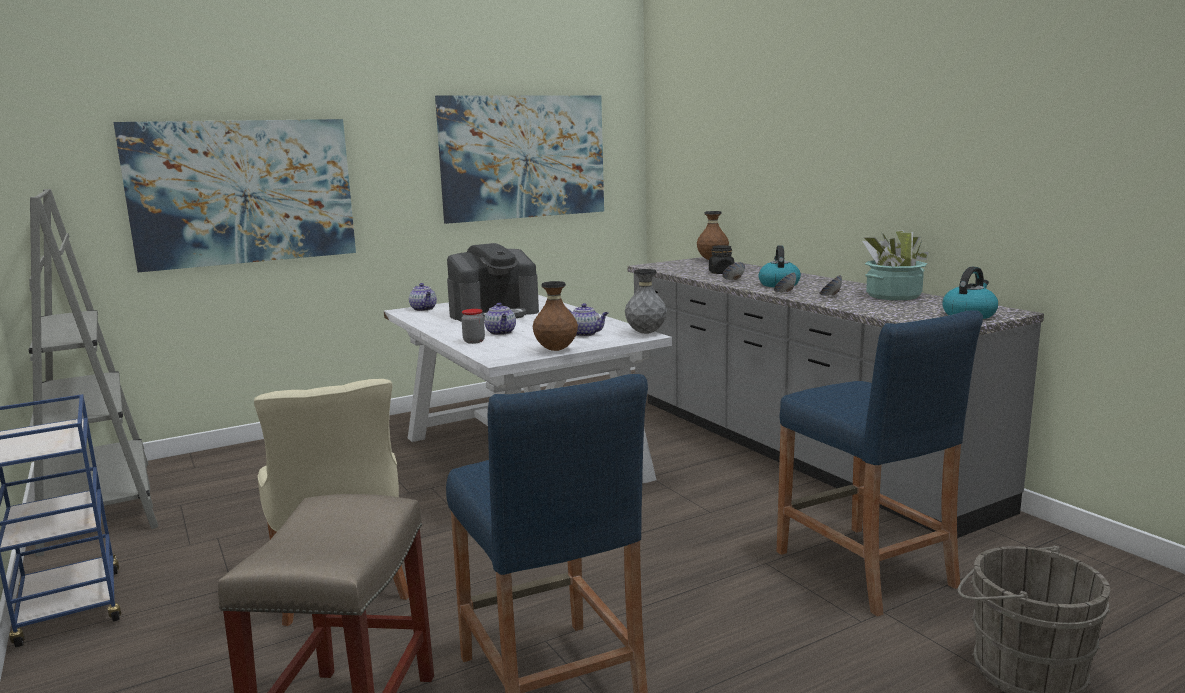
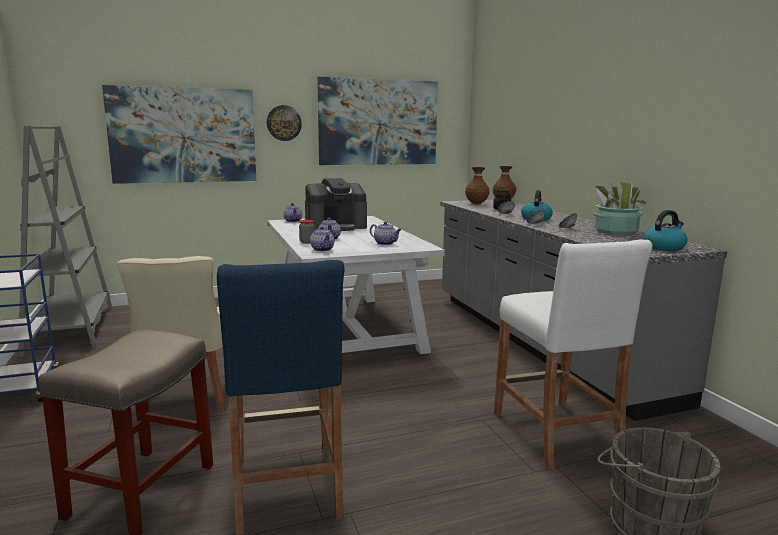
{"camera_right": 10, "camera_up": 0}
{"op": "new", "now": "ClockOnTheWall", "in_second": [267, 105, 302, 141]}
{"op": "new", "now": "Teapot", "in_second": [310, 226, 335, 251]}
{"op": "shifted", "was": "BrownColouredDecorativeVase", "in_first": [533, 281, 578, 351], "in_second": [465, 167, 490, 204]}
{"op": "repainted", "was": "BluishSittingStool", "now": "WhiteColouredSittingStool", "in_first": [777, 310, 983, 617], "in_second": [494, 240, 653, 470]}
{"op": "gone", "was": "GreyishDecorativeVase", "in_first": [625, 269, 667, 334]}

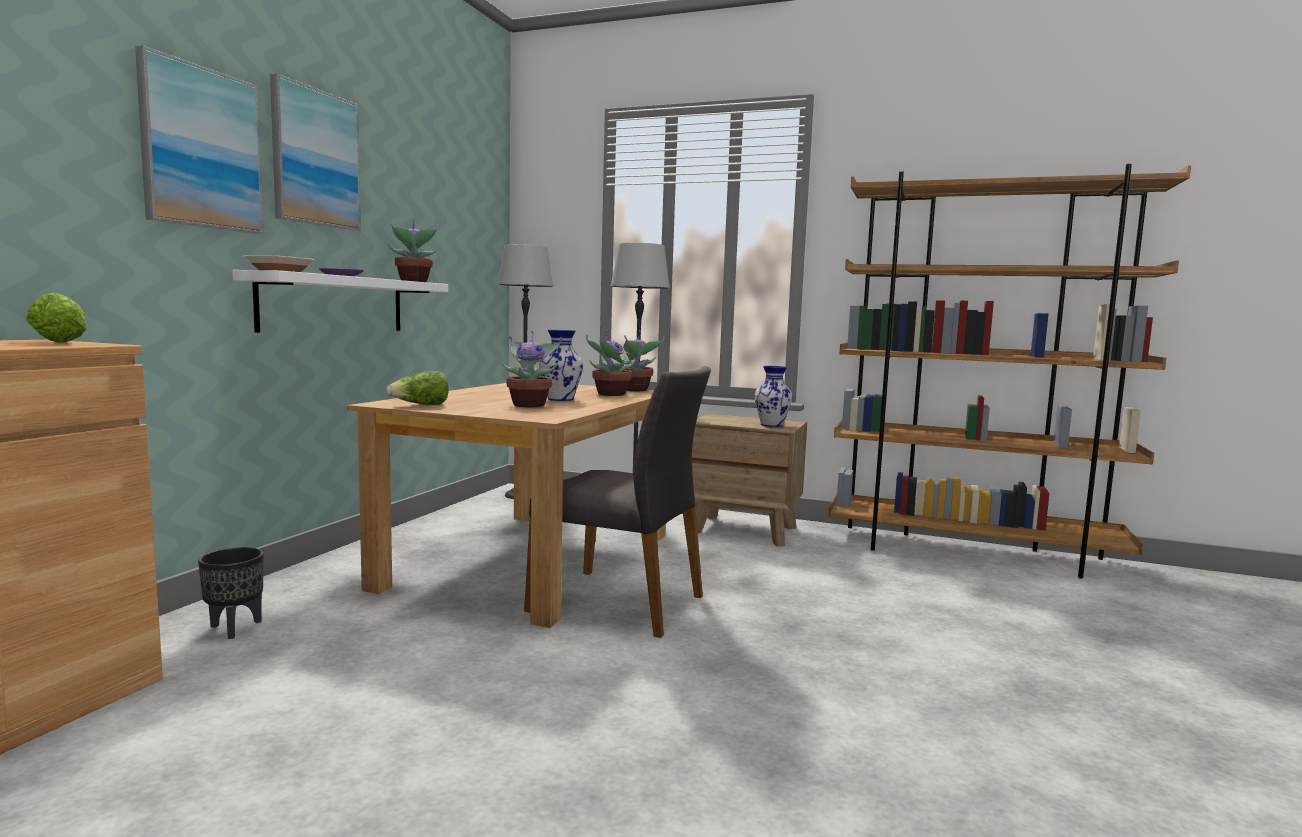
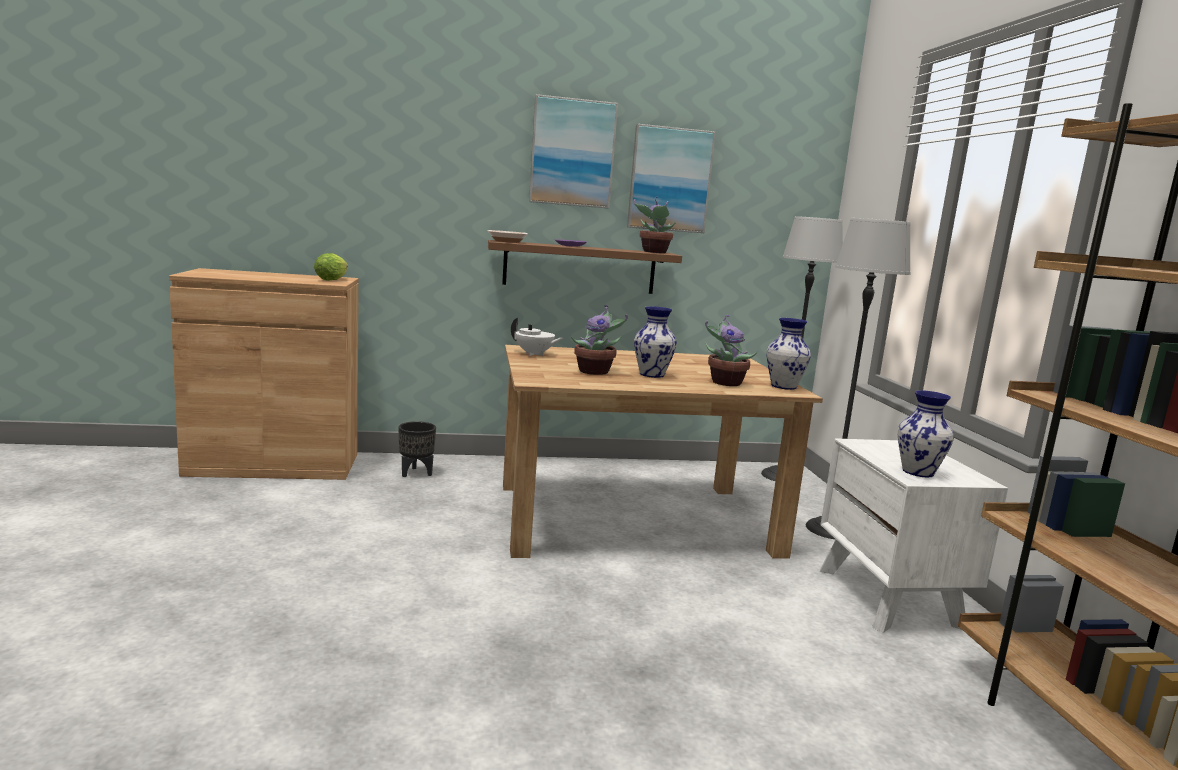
{"camera_right": 60, "camera_up": 5}
{"op": "repainted", "was": "WhiteColouredBracketShelf", "now": "BrownColouredBracketShelf", "in_first": [232, 270, 448, 333], "in_second": [488, 240, 682, 294]}
{"op": "swapped", "was": "HeadOfLettuce", "now": "WhiteColouredTeapot", "in_first": [386, 371, 448, 405], "in_second": [511, 318, 563, 356]}
{"op": "shifted", "was": "WallArt", "in_first": [135, 45, 264, 234], "in_second": [627, 124, 716, 233]}
{"op": "swapped", "was": "PottedPlant", "now": "DecorativeVase", "in_first": [622, 330, 665, 391], "in_second": [766, 318, 811, 390]}
{"op": "repainted", "was": "BrownColouredBedsideTable", "now": "WhiteColouredBedsideTable", "in_first": [692, 414, 807, 547], "in_second": [820, 438, 1008, 633]}
{"op": "gone", "was": "GreyishPlainChair", "in_first": [524, 366, 711, 638]}

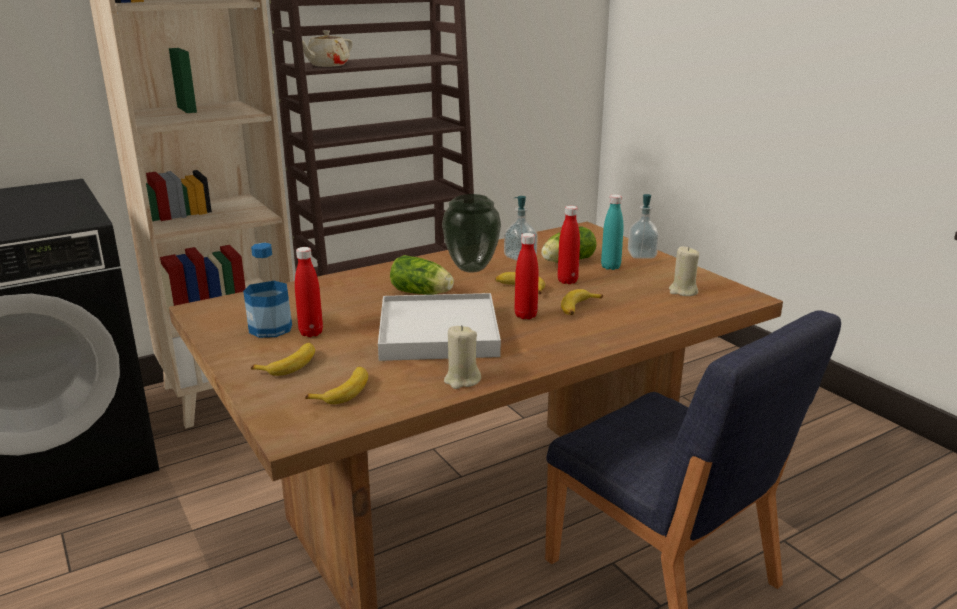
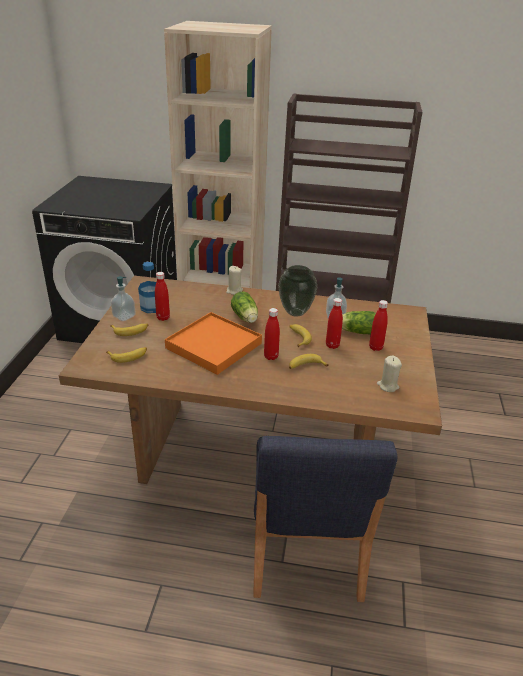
{"camera_right": 40, "camera_up": 10}
{"op": "shifted", "was": "SoapBottle", "in_first": [628, 194, 659, 259], "in_second": [111, 276, 136, 321]}
{"op": "repainted", "was": "WhiteColouredTray", "now": "OrangeTray", "in_first": [378, 293, 501, 361], "in_second": [165, 312, 262, 375]}
{"op": "shifted", "was": "SandColouredWaxCandle", "in_first": [444, 325, 481, 389], "in_second": [226, 266, 243, 295]}
{"op": "repainted", "was": "BlueGreenBottle", "now": "RedBottle", "in_first": [601, 194, 624, 270], "in_second": [369, 300, 388, 351]}
{"op": "gone", "was": "SandColouredTeapot", "in_first": [302, 30, 353, 67]}

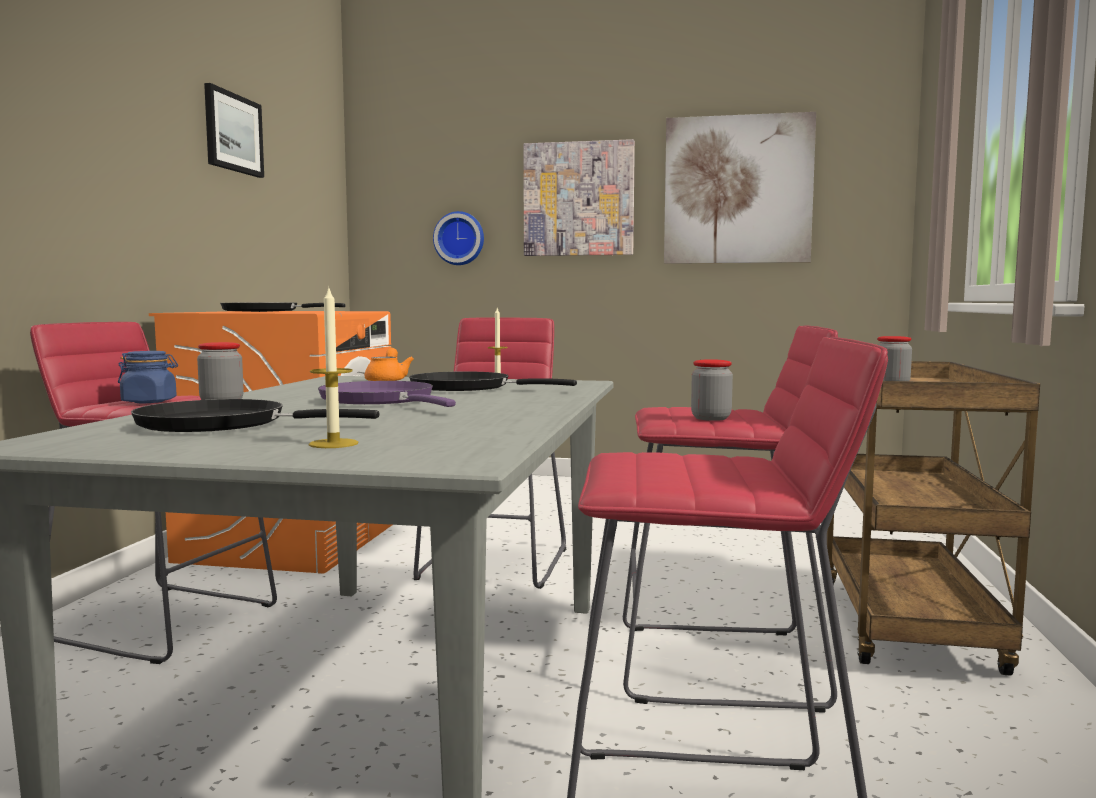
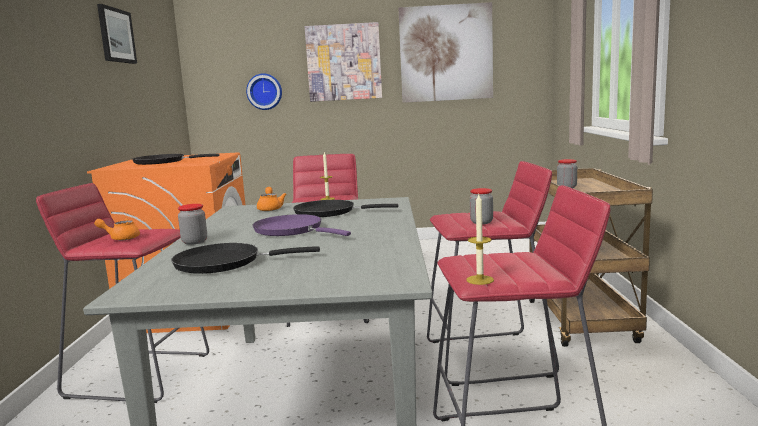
{"camera_right": -10, "camera_up": 5}
{"op": "swapped", "was": "BluishJar", "now": "OrangeTeapot", "in_first": [118, 351, 178, 403], "in_second": [94, 218, 140, 240]}
{"op": "shifted", "was": "WaxCandle", "in_first": [309, 286, 358, 448], "in_second": [466, 194, 494, 285]}

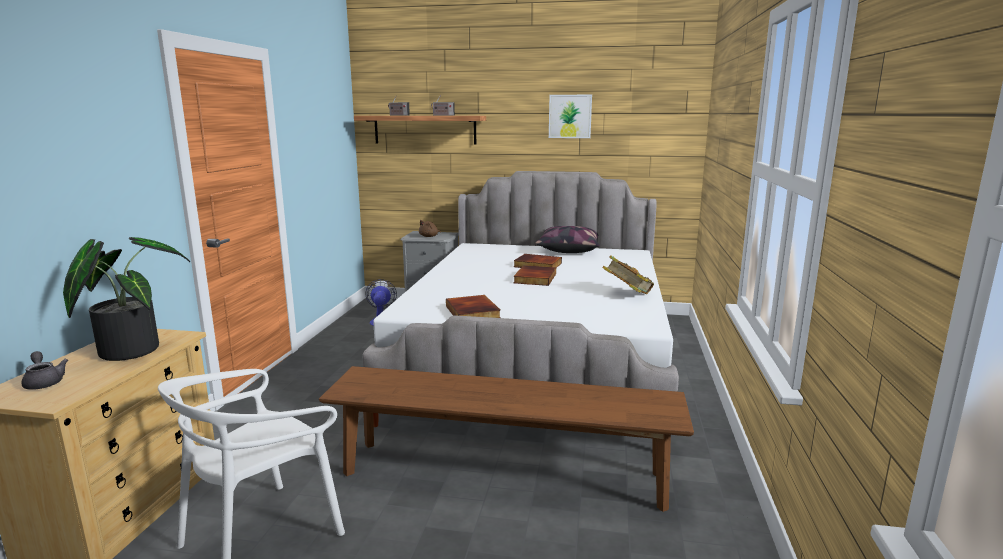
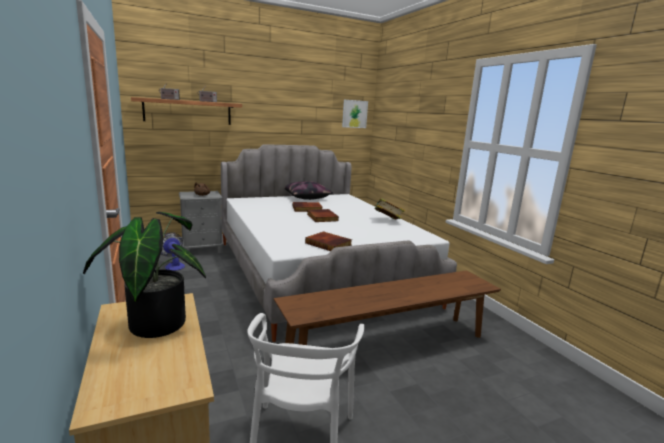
{"camera_right": -35, "camera_up": 0}
{"op": "shifted", "was": "WallArt", "in_first": [549, 95, 592, 138], "in_second": [342, 100, 368, 128]}
{"op": "gone", "was": "GreyishTeapot", "in_first": [21, 351, 68, 390]}

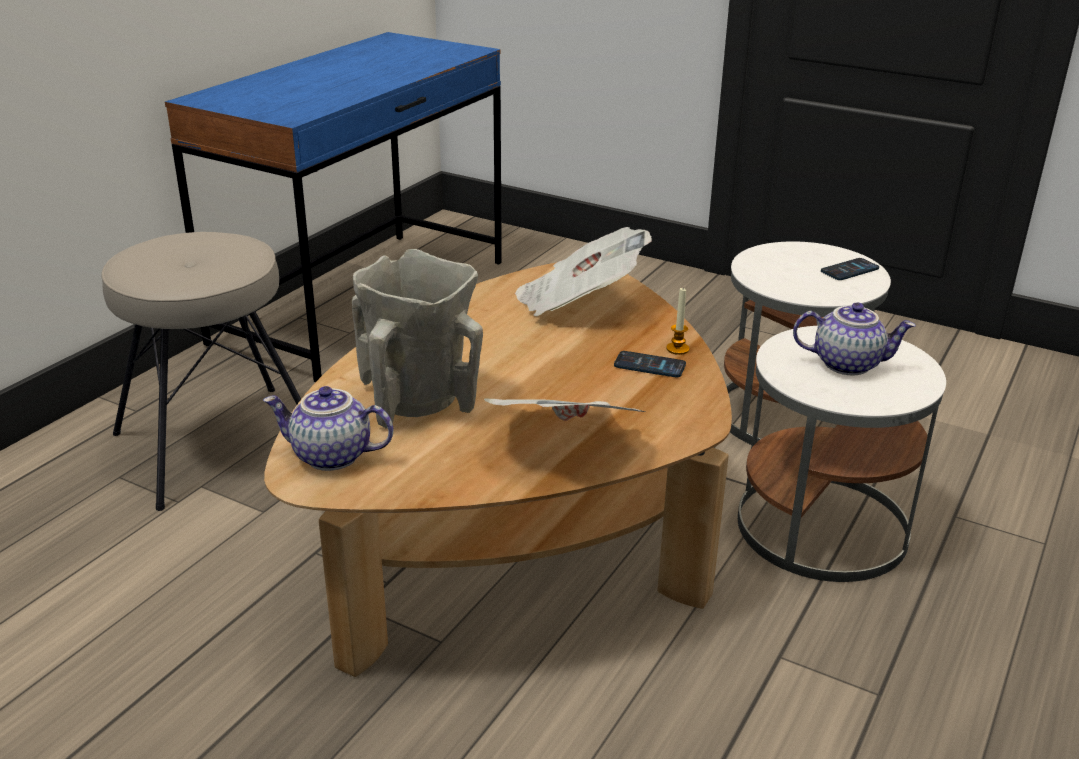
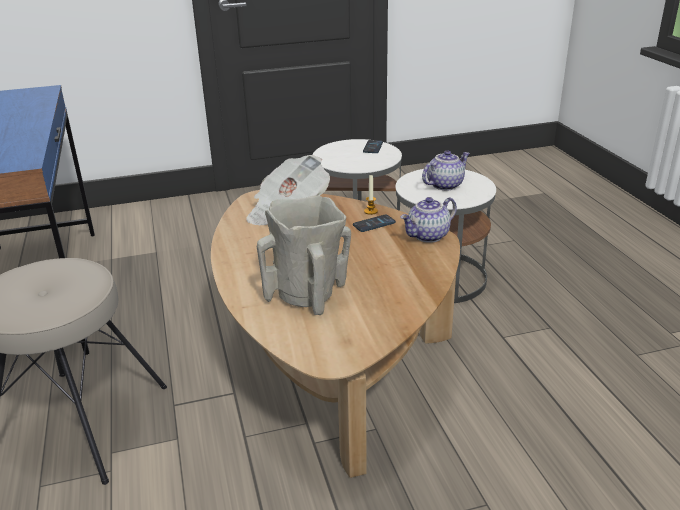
{"camera_right": -45, "camera_up": 0}
{"op": "shifted", "was": "Teapot", "in_first": [263, 386, 393, 471], "in_second": [400, 197, 457, 243]}
{"op": "gone", "was": "DailyPaper", "in_first": [484, 399, 645, 421]}

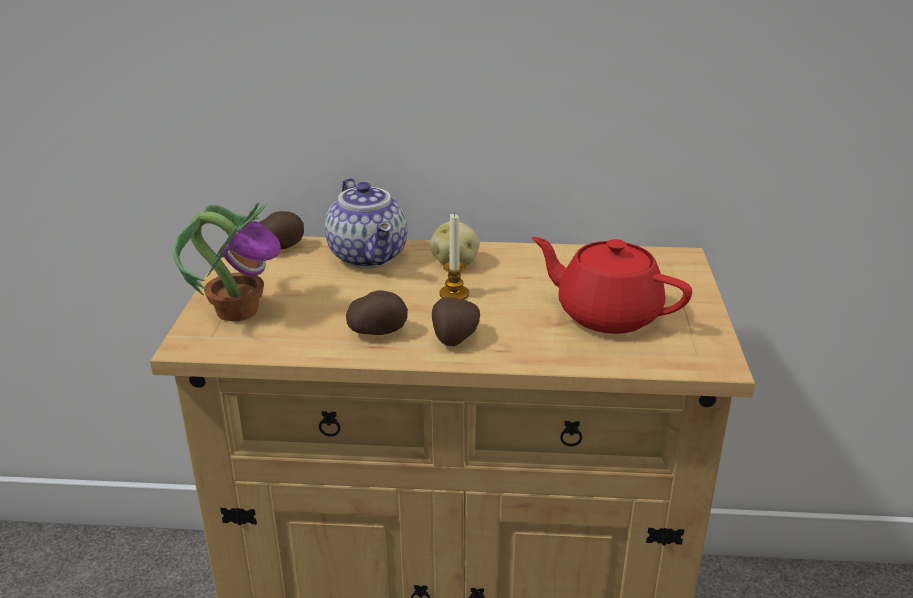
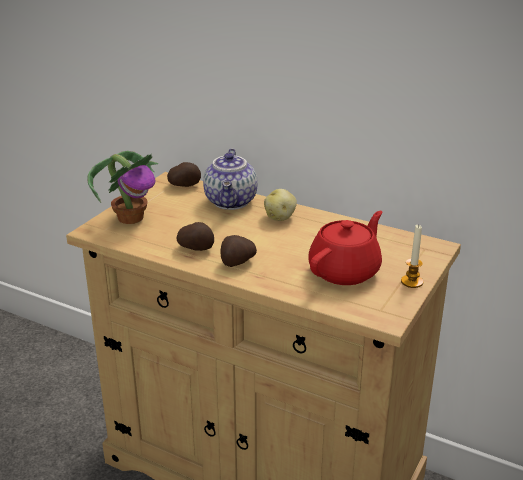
{"camera_right": 25, "camera_up": 0}
{"op": "rotated", "was": "RedTeapot", "in_first": [532, 237, 692, 334], "in_second": [308, 211, 383, 285], "clockwise": 75}
{"op": "shifted", "was": "WaxCandle", "in_first": [439, 212, 469, 300], "in_second": [401, 225, 424, 288]}

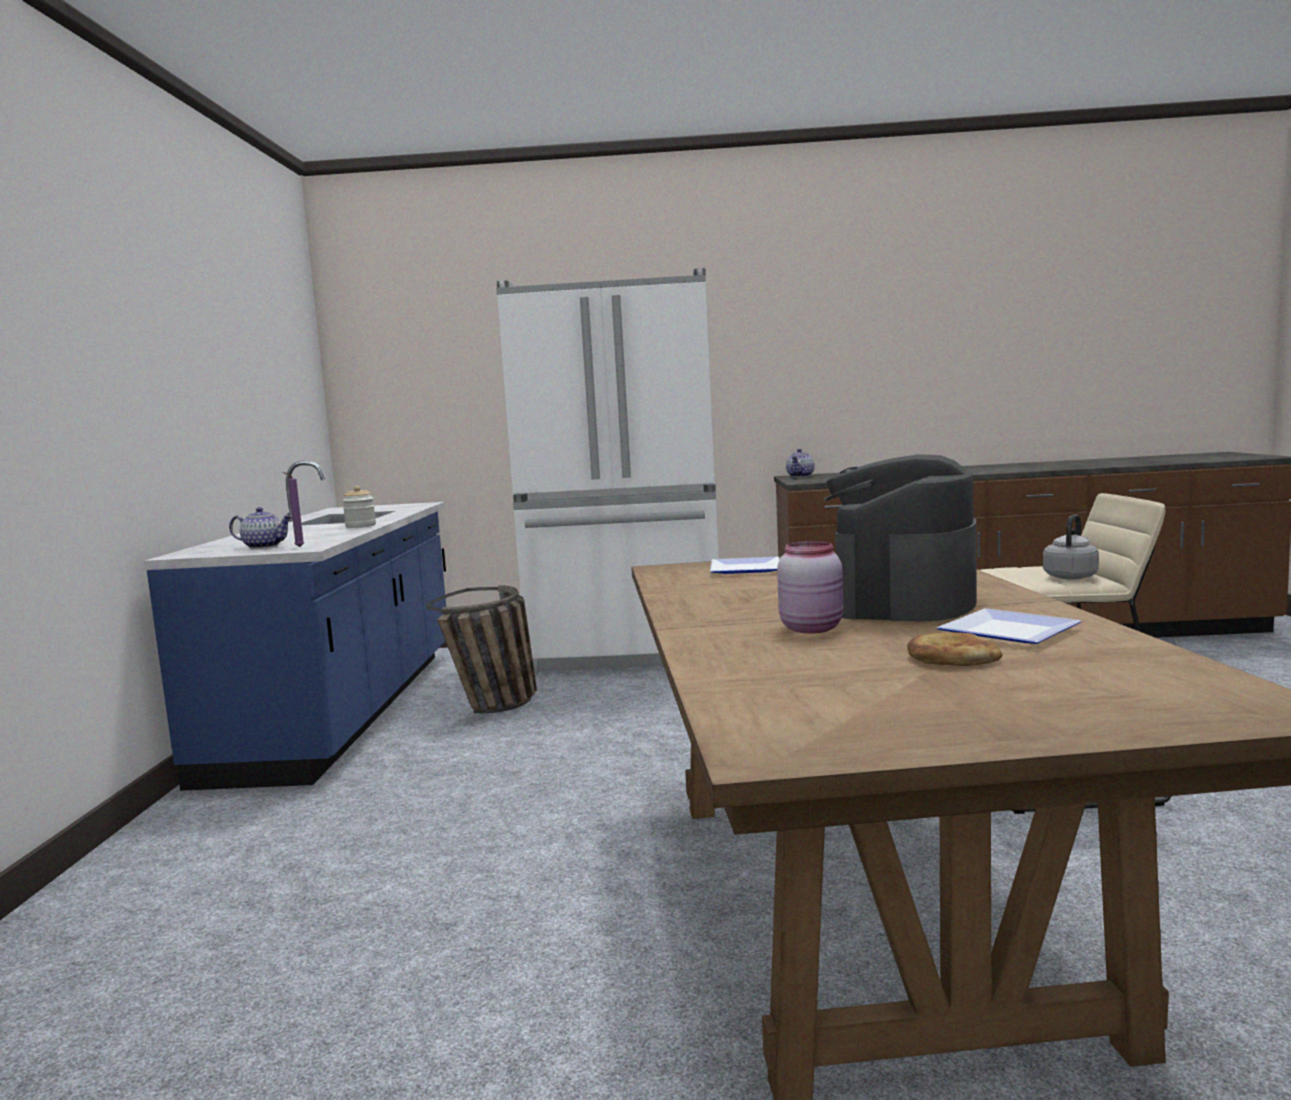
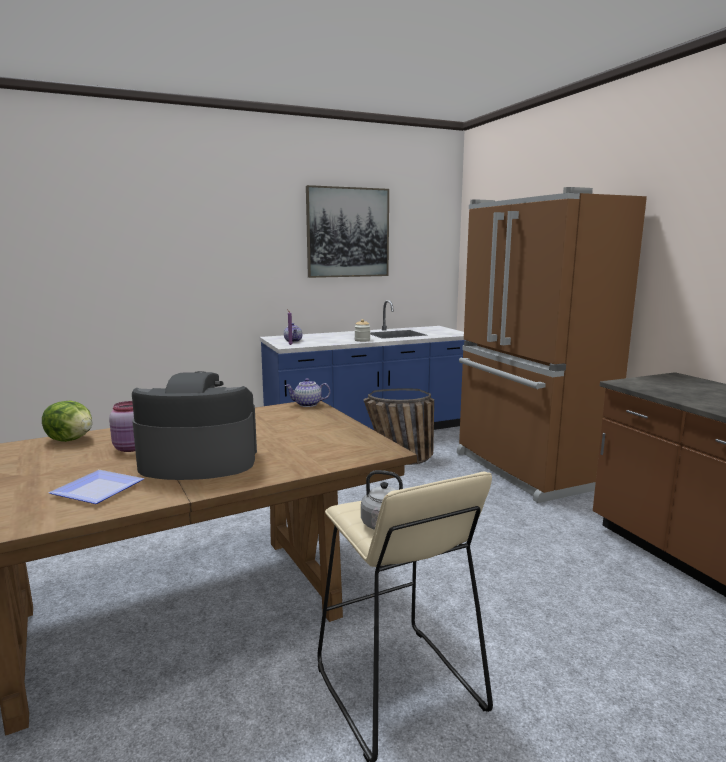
{"camera_right": 65, "camera_up": 5}
{"op": "new", "now": "HeadOfLettuce", "in_second": [42, 401, 92, 442]}
{"op": "shifted", "was": "Teapot", "in_first": [786, 449, 815, 478], "in_second": [285, 378, 331, 407]}
{"op": "new", "now": "WallArt", "in_second": [306, 185, 389, 278]}
{"op": "repainted", "was": "WhiteColouredFridge", "now": "BrownColouredFridge", "in_first": [496, 268, 719, 674], "in_second": [457, 187, 647, 503]}
{"op": "gone", "was": "Plate", "in_first": [710, 557, 780, 574]}
{"op": "gone", "was": "Bread", "in_first": [907, 632, 1003, 666]}

